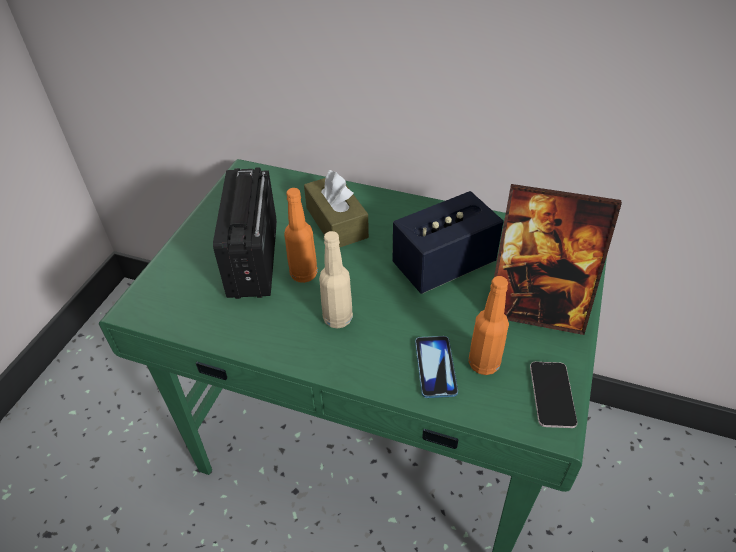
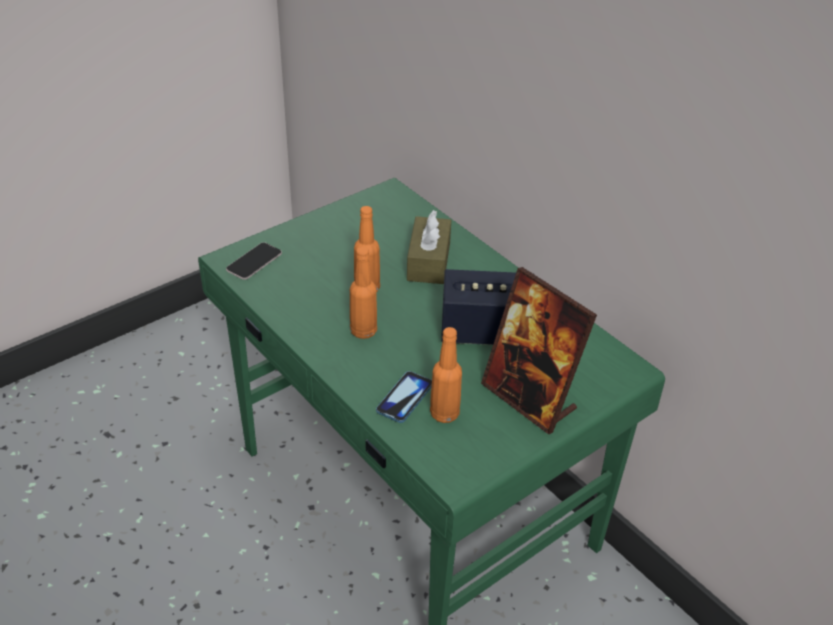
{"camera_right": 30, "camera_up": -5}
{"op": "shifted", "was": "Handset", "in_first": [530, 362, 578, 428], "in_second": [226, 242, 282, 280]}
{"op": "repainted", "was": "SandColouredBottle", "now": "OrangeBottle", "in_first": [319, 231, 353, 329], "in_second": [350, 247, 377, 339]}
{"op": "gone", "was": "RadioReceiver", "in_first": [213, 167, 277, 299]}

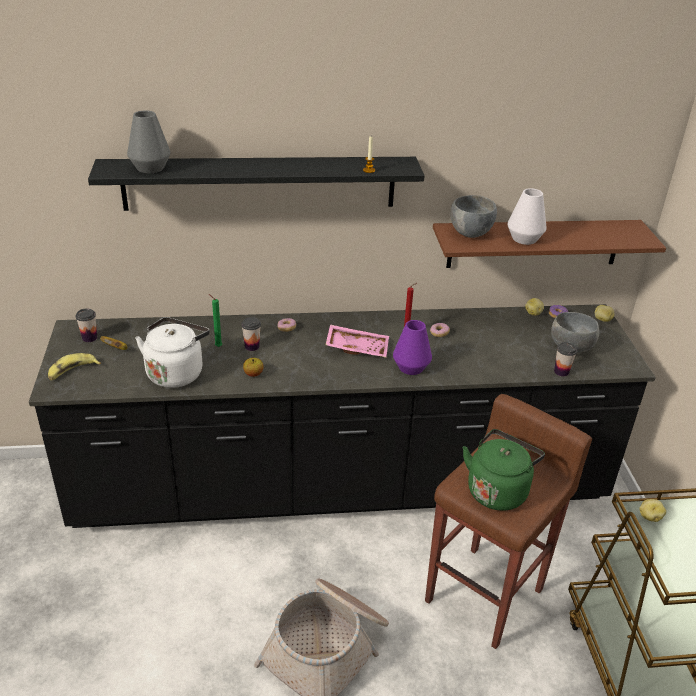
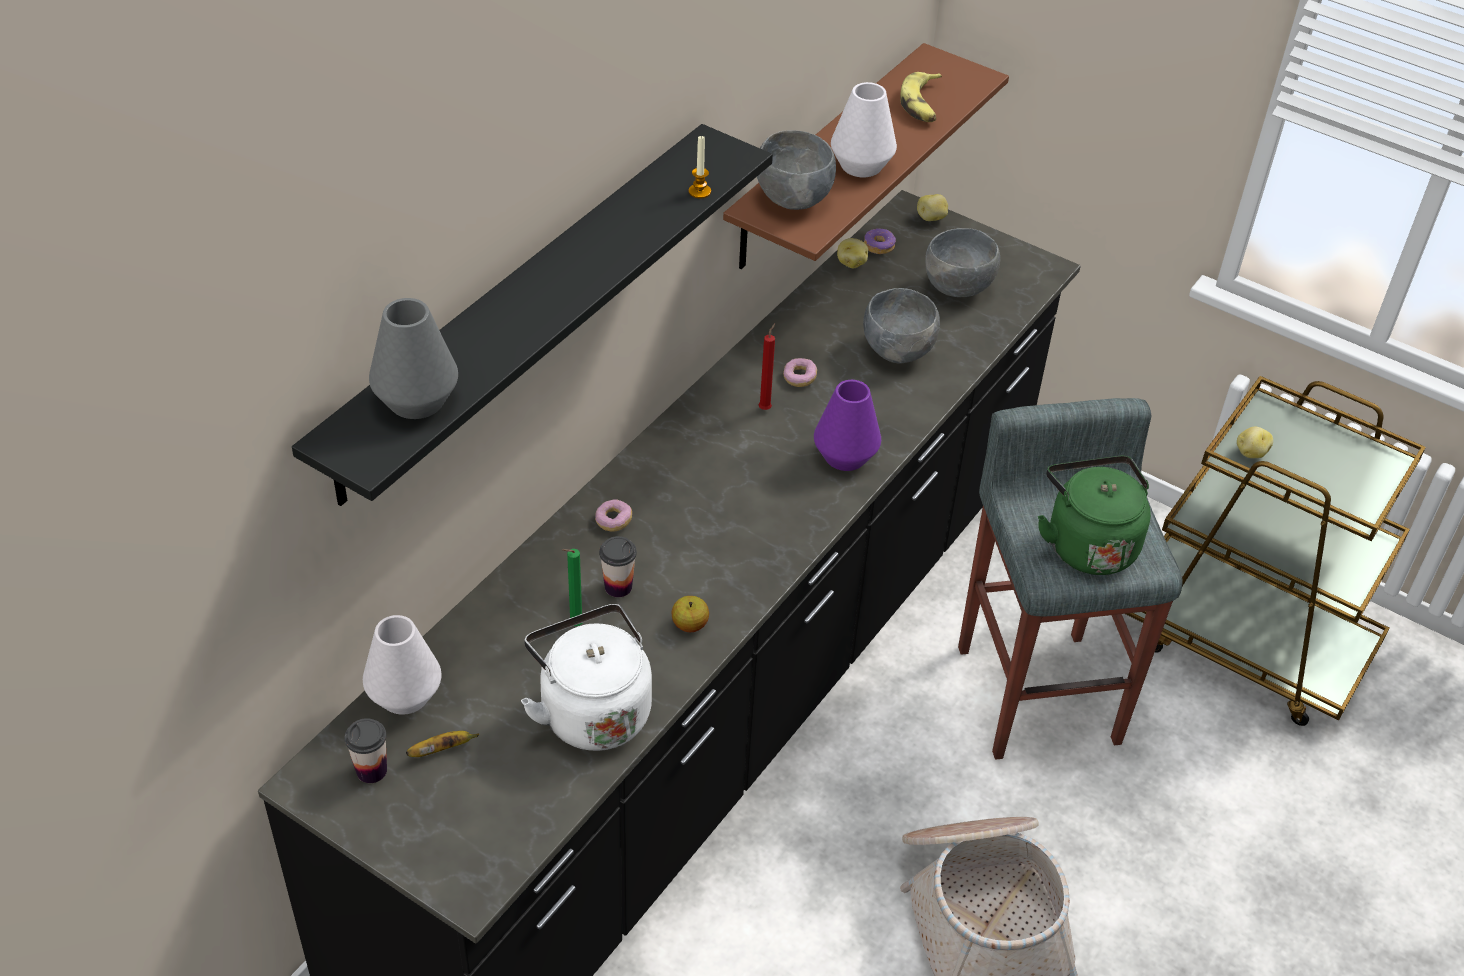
{"camera_right": -50, "camera_up": 10}
{"op": "new", "now": "WhiteColouredDecorativeVase", "in_second": [363, 615, 441, 715]}
{"op": "new", "now": "GreyishServingBowl", "in_second": [863, 288, 940, 363]}
{"op": "shifted", "was": "Banana", "in_first": [48, 353, 101, 380], "in_second": [900, 72, 942, 122]}
{"op": "repainted", "was": "BrownColouredSittingStool", "now": "GreyishSittingStool", "in_first": [425, 394, 592, 649], "in_second": [958, 398, 1183, 760]}
{"op": "gone", "was": "PinkTray", "in_first": [325, 324, 389, 358]}
{"op": "gone", "was": "DrinkingCup", "in_first": [554, 342, 577, 377]}

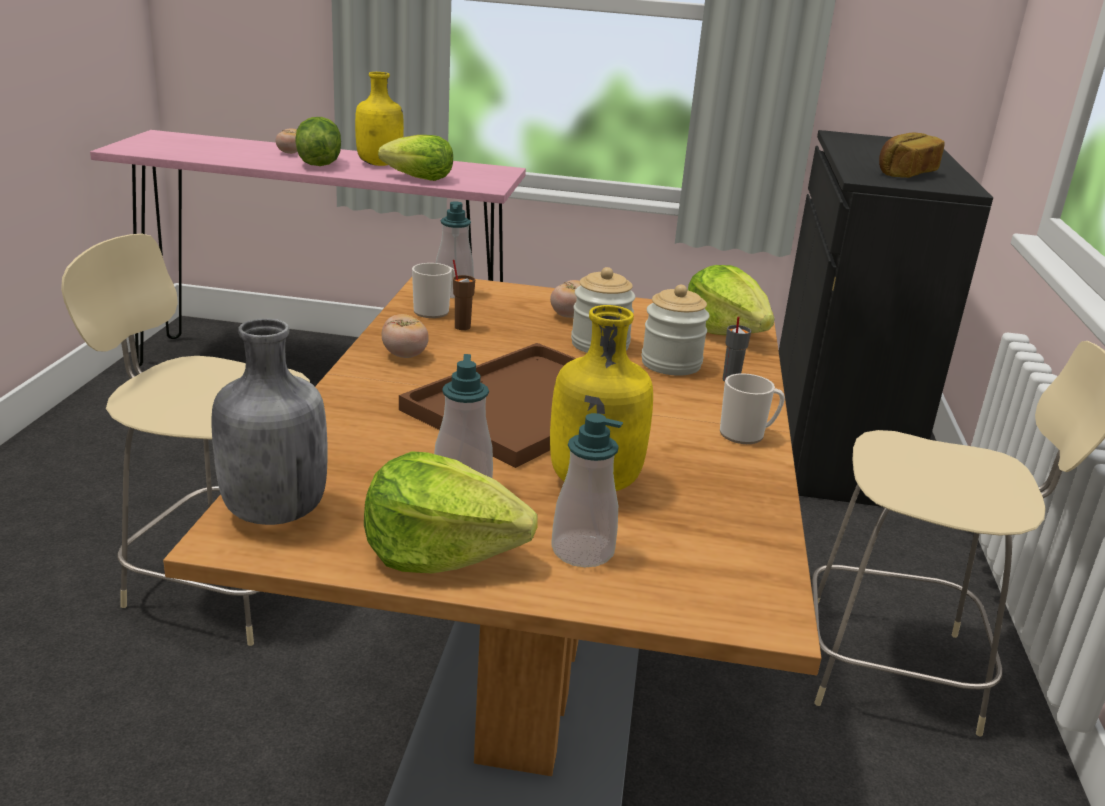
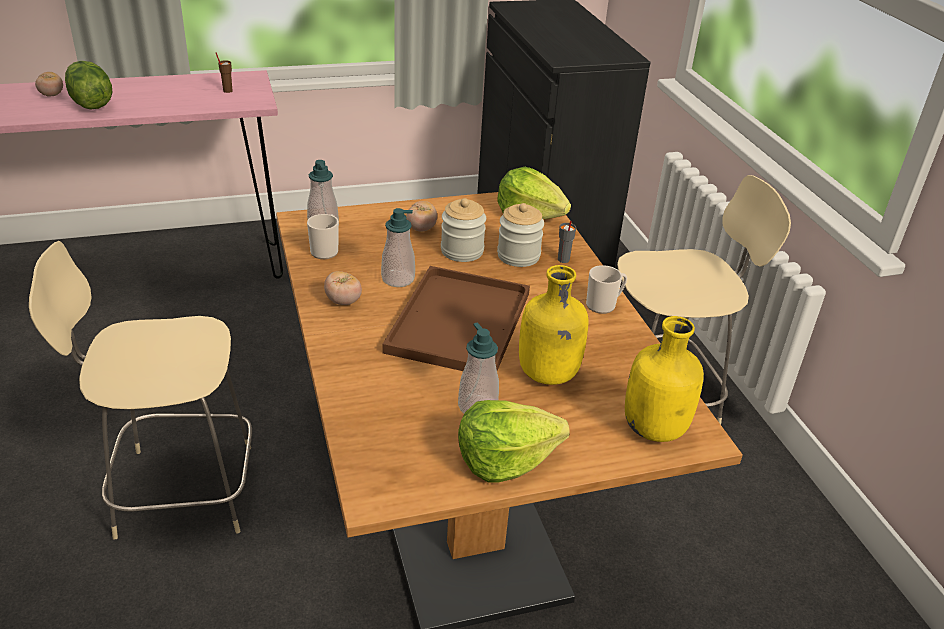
{"camera_right": -25, "camera_up": 10}
{"op": "shifted", "was": "BrownColouredDrinkingCup", "in_first": [453, 259, 475, 330], "in_second": [216, 52, 233, 93]}
{"op": "shifted", "was": "SoapBottle", "in_first": [551, 413, 623, 567], "in_second": [381, 208, 415, 287]}
{"op": "shifted", "was": "YellowishBottle", "in_first": [355, 72, 404, 166], "in_second": [625, 316, 704, 442]}
{"op": "gone", "was": "GreyishBottle", "in_first": [211, 318, 327, 525]}
{"op": "gone", "was": "HeadOfLettuce", "in_first": [378, 135, 453, 181]}
{"op": "gone", "was": "Bread", "in_first": [879, 133, 945, 178]}

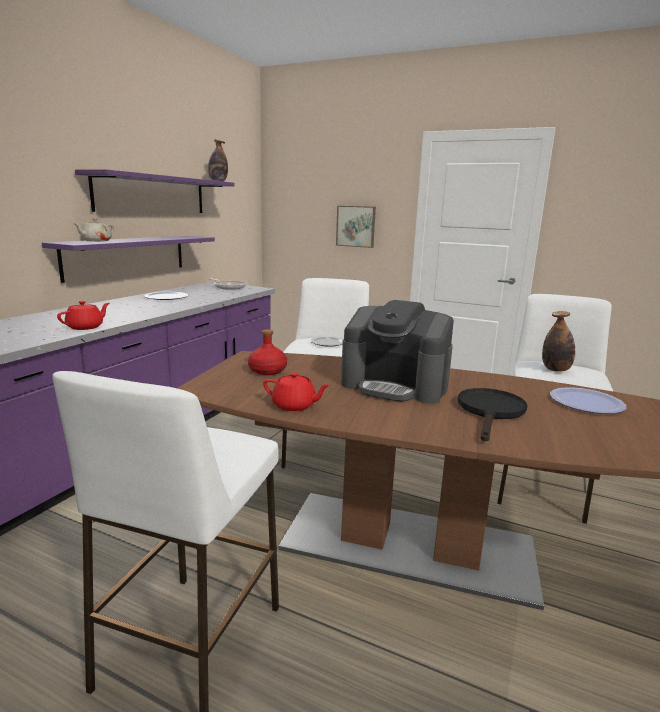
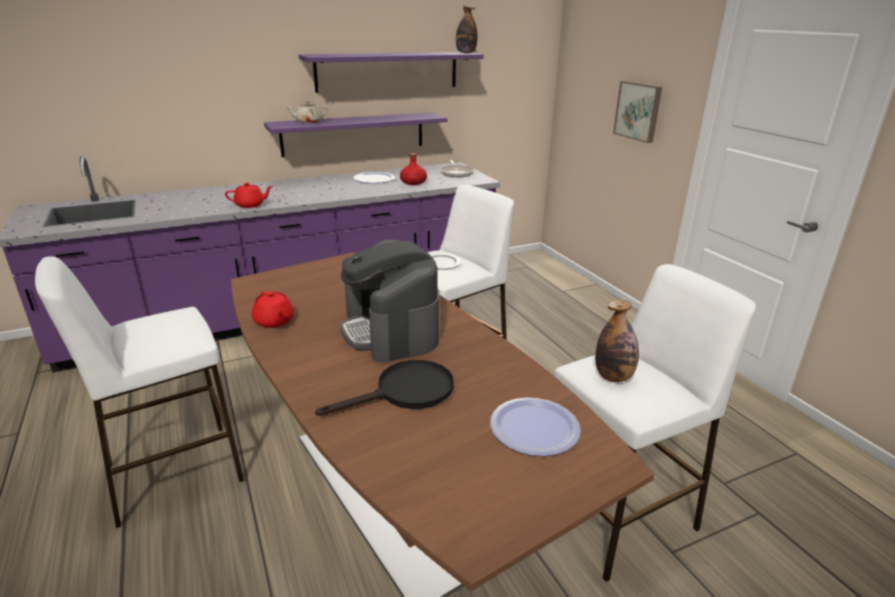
{"camera_right": 40, "camera_up": 10}
{"op": "shifted", "was": "RedBottle", "in_first": [248, 329, 287, 375], "in_second": [400, 153, 427, 185]}

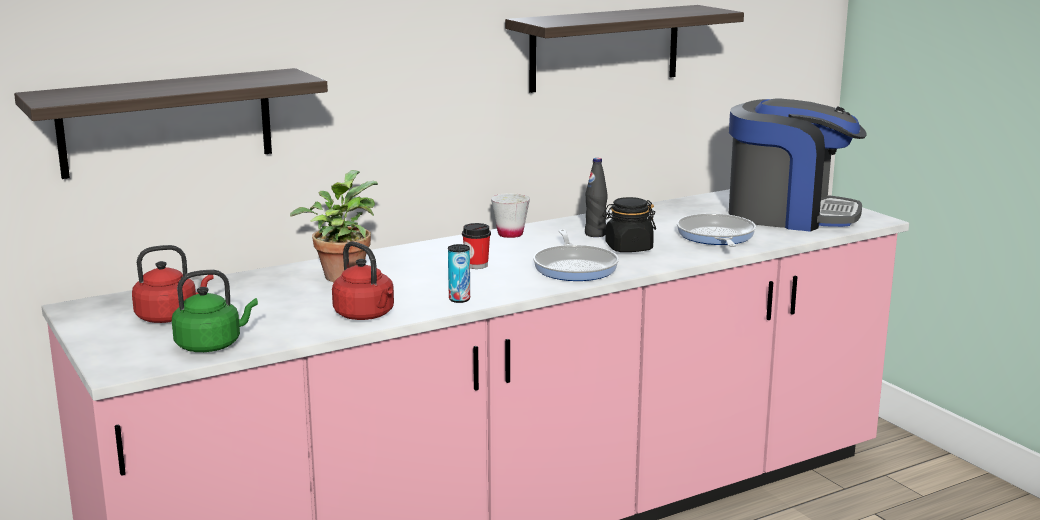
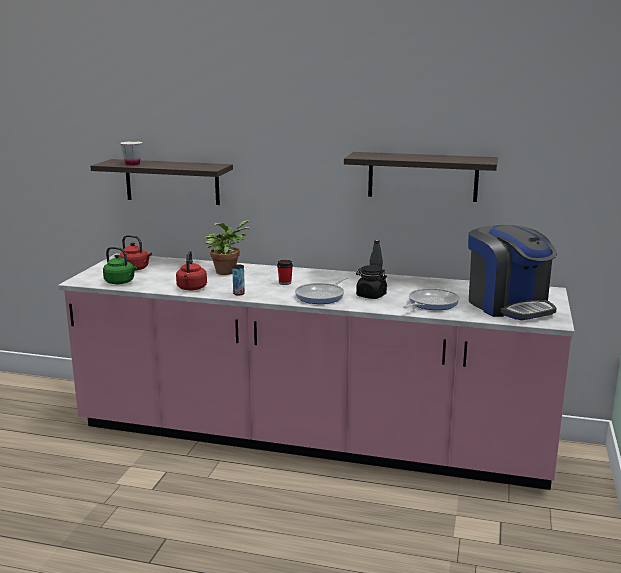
{"camera_right": 45, "camera_up": 0}
{"op": "shifted", "was": "WhiteColouredDrinkingCup", "in_first": [491, 193, 530, 238], "in_second": [120, 141, 142, 165]}

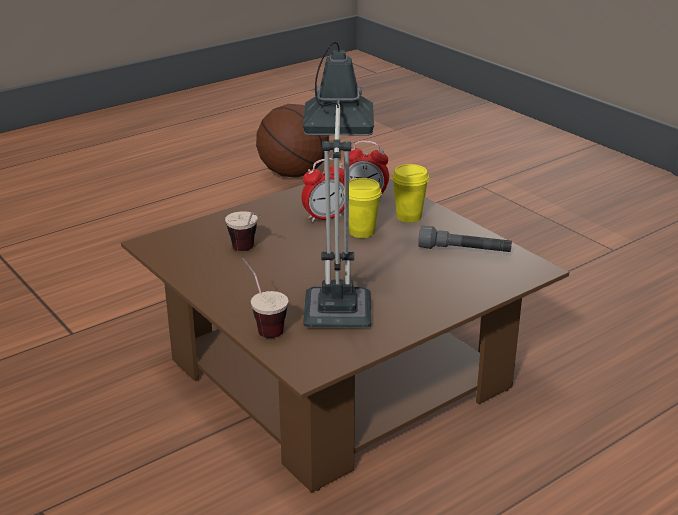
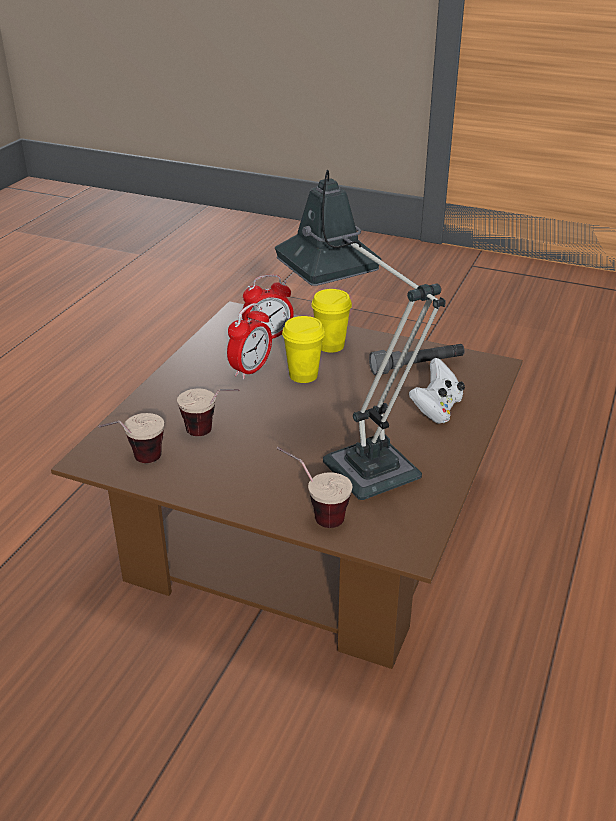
{"camera_right": -30, "camera_up": 5}
{"op": "new", "now": "DrinkingCup", "in_second": [98, 413, 164, 463]}
{"op": "new", "now": "WhiteColouredGamepad", "in_second": [409, 358, 465, 424]}
{"op": "gone", "was": "BasketballBall", "in_first": [256, 104, 329, 178]}

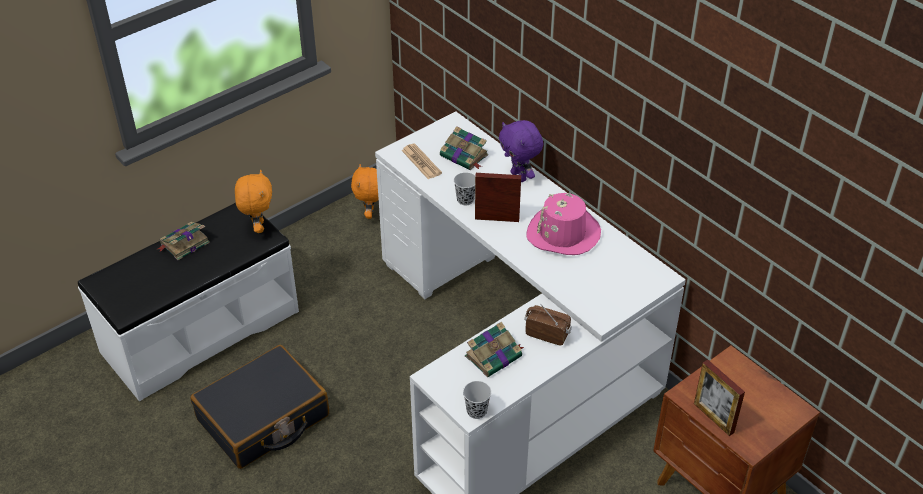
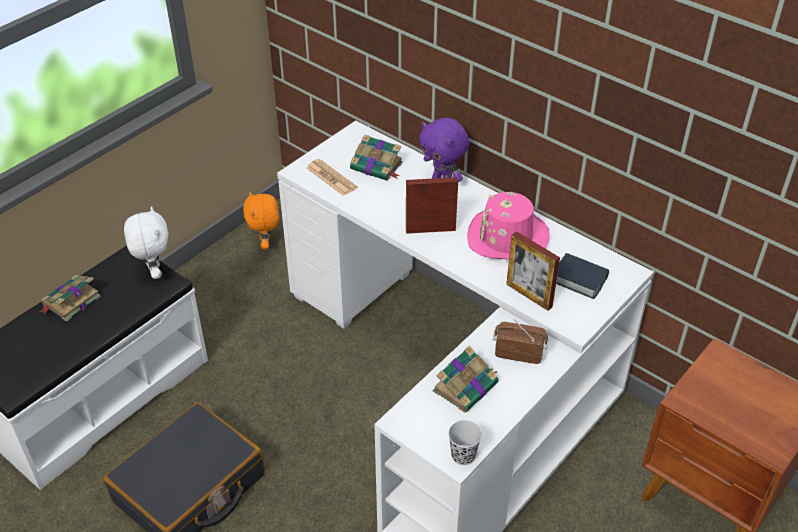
{"camera_right": -10, "camera_up": 0}
{"op": "repainted", "was": "OrangePlushToy", "now": "WhiteColouredPlushToy", "in_first": [235, 170, 272, 233], "in_second": [124, 206, 169, 279]}
{"op": "shifted", "was": "StandingFrame", "in_first": [694, 360, 745, 436], "in_second": [506, 231, 560, 311]}
{"op": "new", "now": "BoundBook", "in_second": [556, 253, 609, 299]}
{"op": "gone", "was": "BlackColouredDrinkingCup", "in_first": [454, 172, 475, 205]}

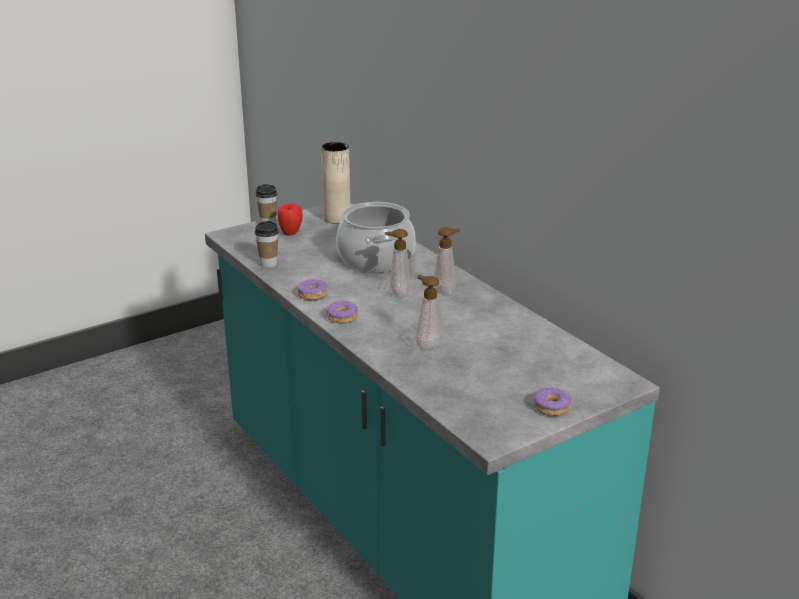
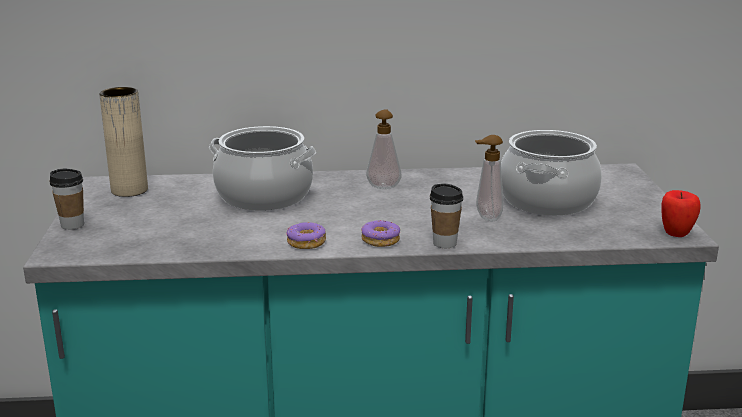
{"camera_right": -60, "camera_up": -5}
{"op": "shifted", "was": "DrinkingCup", "in_first": [255, 221, 279, 268], "in_second": [430, 183, 463, 248]}
{"op": "new", "now": "Stockpot", "in_second": [501, 130, 602, 215]}
{"op": "shifted", "was": "WholeApple", "in_first": [278, 203, 303, 236], "in_second": [662, 190, 701, 237]}
{"op": "gone", "was": "SoapBottle", "in_first": [385, 229, 410, 298]}
{"op": "gone", "was": "Doughnut", "in_first": [534, 388, 571, 416]}

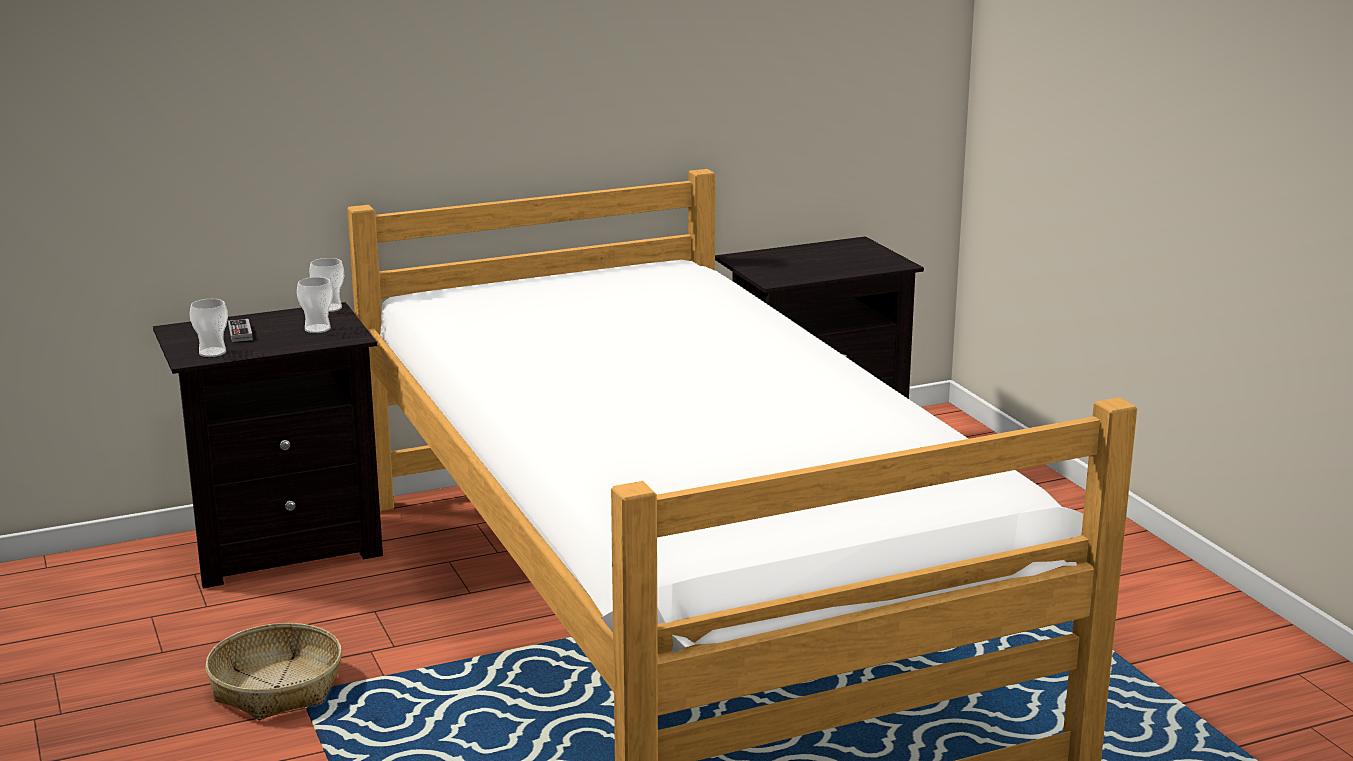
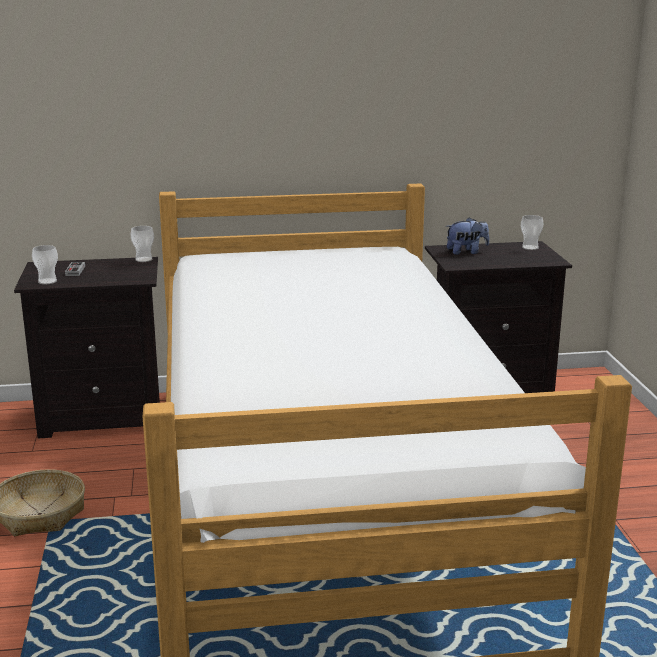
{"camera_right": 15, "camera_up": 0}
{"op": "new", "now": "PlushToy", "in_second": [446, 217, 489, 255]}
{"op": "shifted", "was": "DrinkingCup", "in_first": [297, 277, 333, 333], "in_second": [521, 215, 543, 250]}

